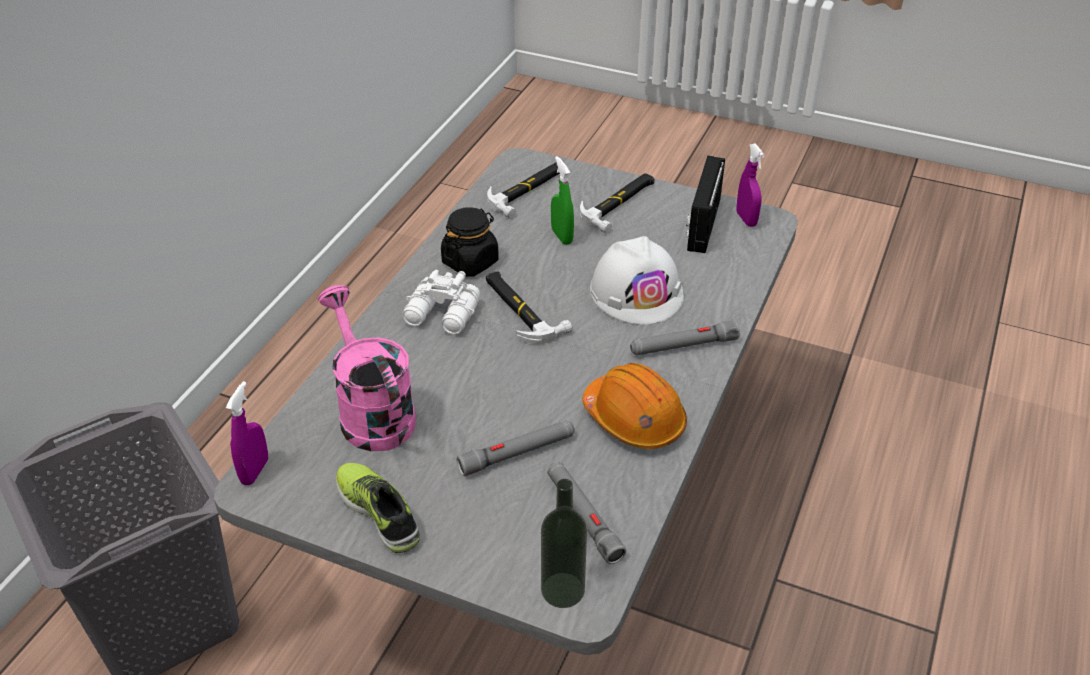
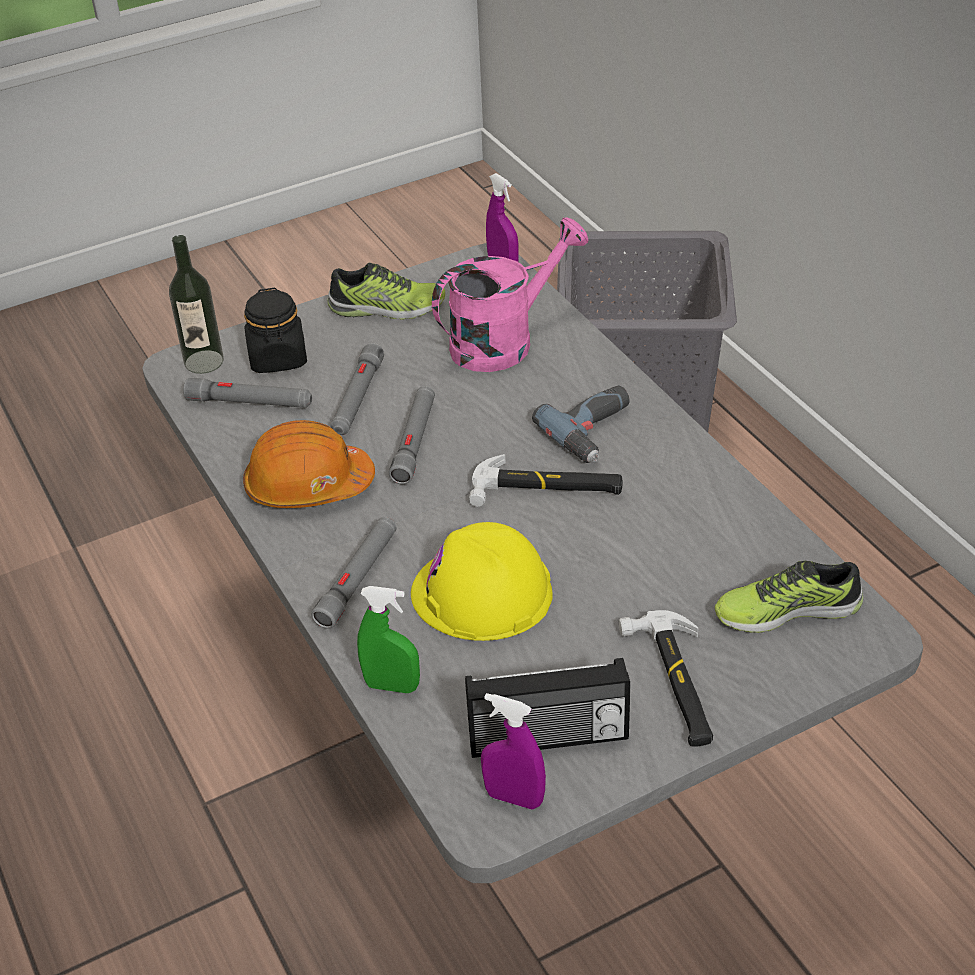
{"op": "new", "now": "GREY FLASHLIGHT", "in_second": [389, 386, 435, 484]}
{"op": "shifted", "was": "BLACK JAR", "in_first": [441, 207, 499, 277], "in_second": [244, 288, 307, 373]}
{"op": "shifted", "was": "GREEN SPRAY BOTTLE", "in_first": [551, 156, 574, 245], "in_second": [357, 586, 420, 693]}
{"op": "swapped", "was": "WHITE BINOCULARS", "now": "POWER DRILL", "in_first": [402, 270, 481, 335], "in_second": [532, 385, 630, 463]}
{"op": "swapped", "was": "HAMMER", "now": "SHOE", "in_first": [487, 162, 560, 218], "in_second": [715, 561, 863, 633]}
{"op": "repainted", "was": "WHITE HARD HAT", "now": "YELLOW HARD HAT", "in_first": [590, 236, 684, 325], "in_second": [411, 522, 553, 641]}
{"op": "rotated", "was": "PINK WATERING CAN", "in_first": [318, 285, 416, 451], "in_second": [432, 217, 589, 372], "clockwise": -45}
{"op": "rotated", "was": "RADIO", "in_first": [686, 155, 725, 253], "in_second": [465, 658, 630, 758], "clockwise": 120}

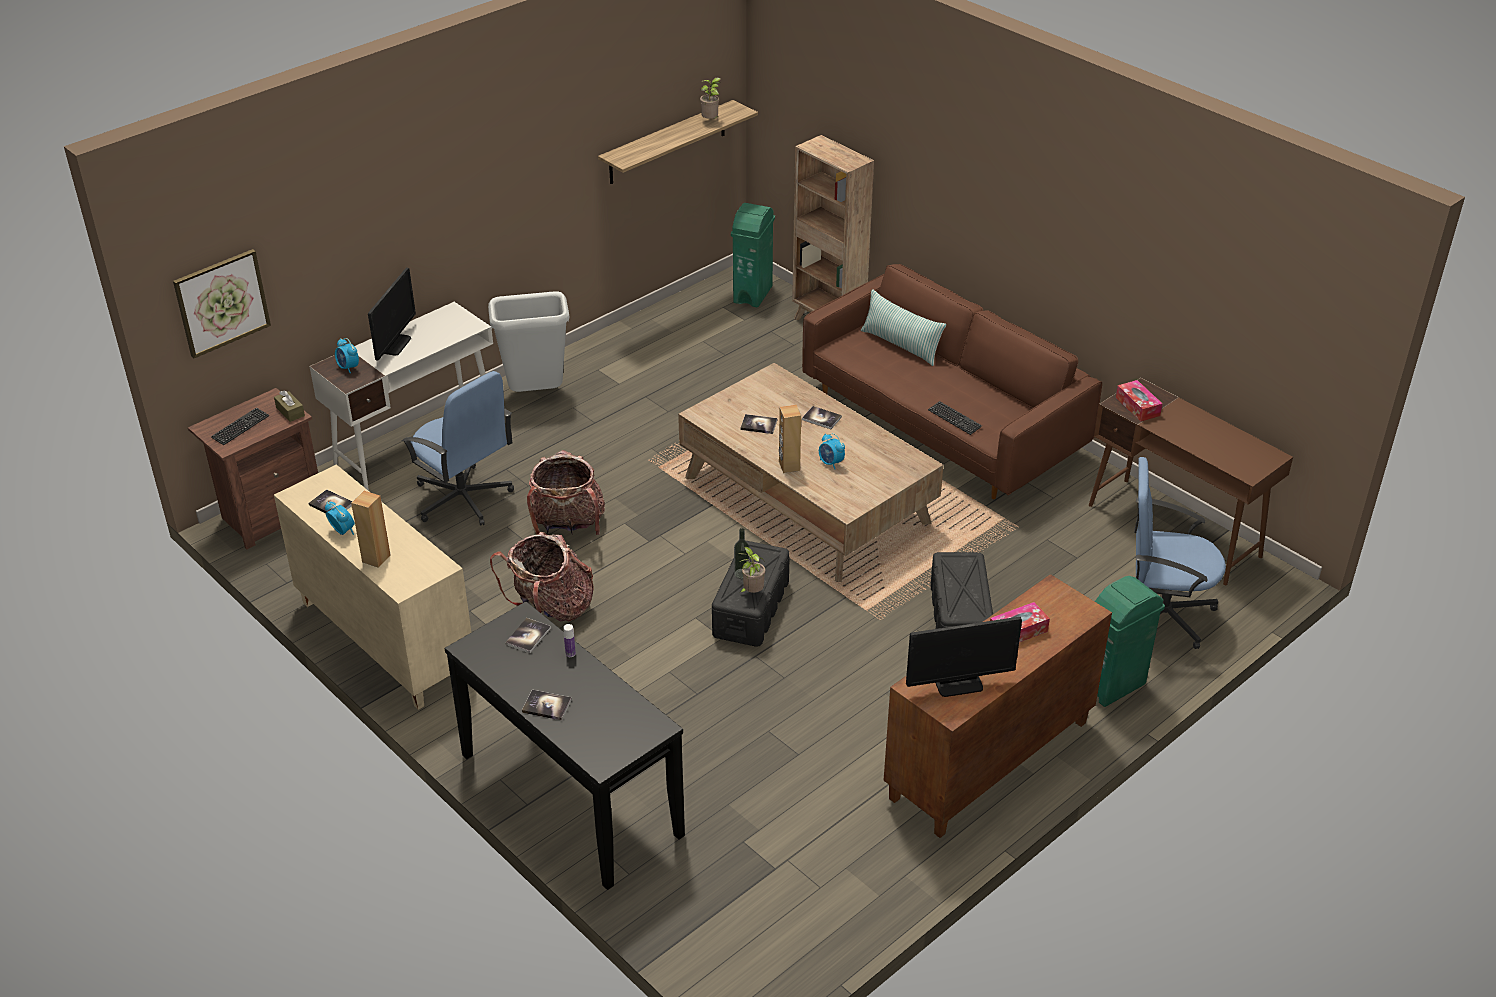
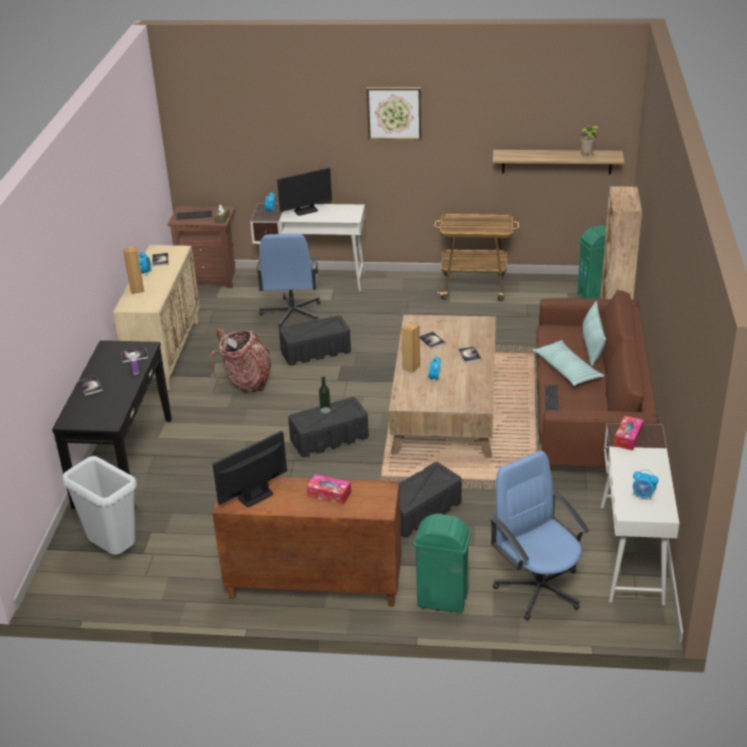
{"op": "gone", "was": "POTTED PLANT", "in_first": [737, 547, 765, 593]}
{"op": "new", "now": "CART", "in_second": [434, 214, 519, 301]}
{"op": "new", "now": "PILLOW", "in_second": [532, 340, 604, 386]}
{"op": "new", "now": "ALARM CLOCK", "in_second": [633, 469, 659, 500]}
{"op": "shifted", "was": "PICTURE", "in_first": [173, 249, 271, 358], "in_second": [366, 87, 422, 140]}
{"op": "shifted", "was": "GREY TRASH CAN", "in_first": [488, 291, 569, 392], "in_second": [62, 456, 137, 555]}
{"op": "swapped", "was": "BACKPACK", "now": "BLACK STORAGE BOX", "in_first": [527, 450, 605, 535], "in_second": [279, 315, 351, 366]}
{"op": "repainted", "was": "BROWN DESK", "now": "WHITE DESK", "in_first": [1089, 378, 1293, 585], "in_second": [601, 423, 679, 605]}
{"op": "rotated", "was": "MONITOR", "in_first": [906, 617, 1022, 697], "in_second": [213, 431, 287, 507], "clockwise": 105}

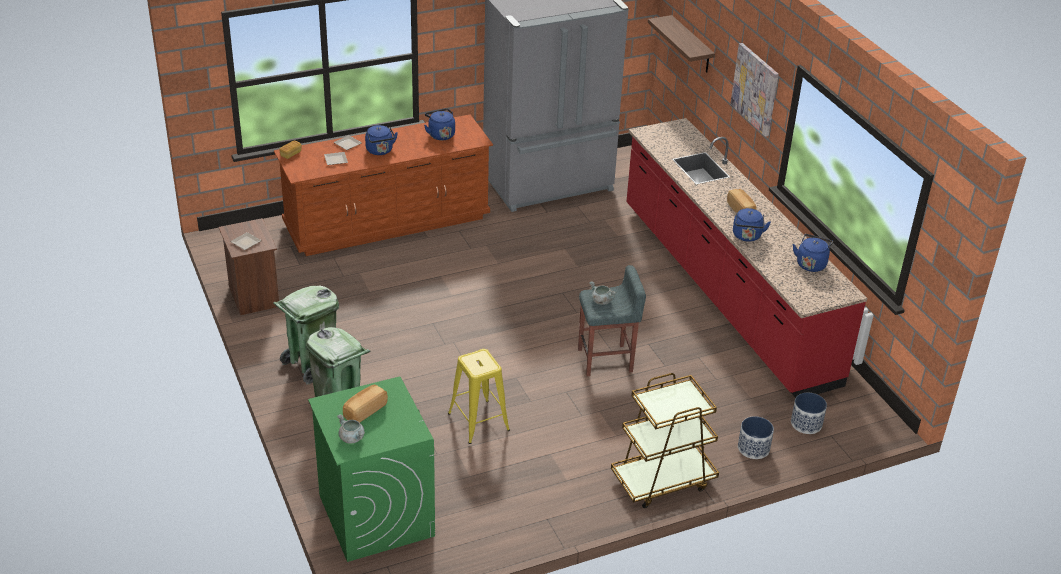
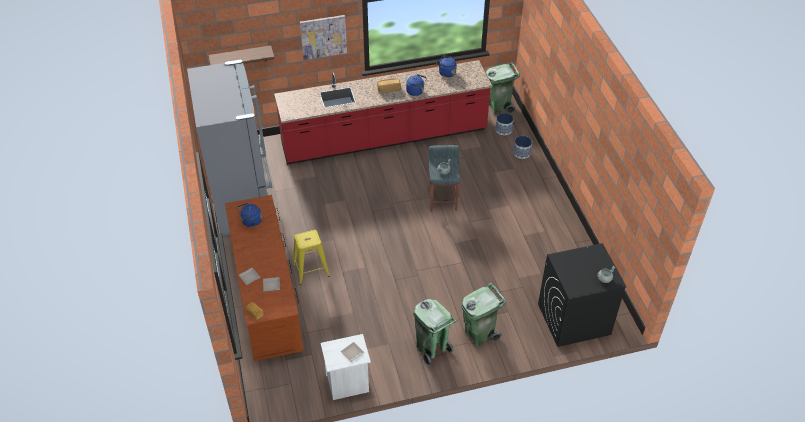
{"op": "gone", "was": "BREAD", "in_first": [343, 385, 388, 423]}
{"op": "gone", "was": "BLUE KETTLE", "in_first": [365, 125, 398, 155]}
{"op": "gone", "was": "BROWN CART", "in_first": [611, 373, 719, 508]}
{"op": "new", "now": "GREEN TRASH CAN", "in_second": [486, 62, 520, 115]}
{"op": "shifted", "was": "YELLOW STOOL", "in_first": [448, 349, 510, 444], "in_second": [293, 230, 330, 285]}
{"op": "repainted", "was": "BROWN NIGHTSTAND", "now": "WHITE NIGHTSTAND", "in_first": [219, 218, 279, 315], "in_second": [321, 334, 371, 400]}
{"op": "repainted", "was": "GREEN WASHING MACHINE", "now": "BLACK WASHING MACHINE", "in_first": [308, 376, 435, 562], "in_second": [538, 243, 627, 347]}

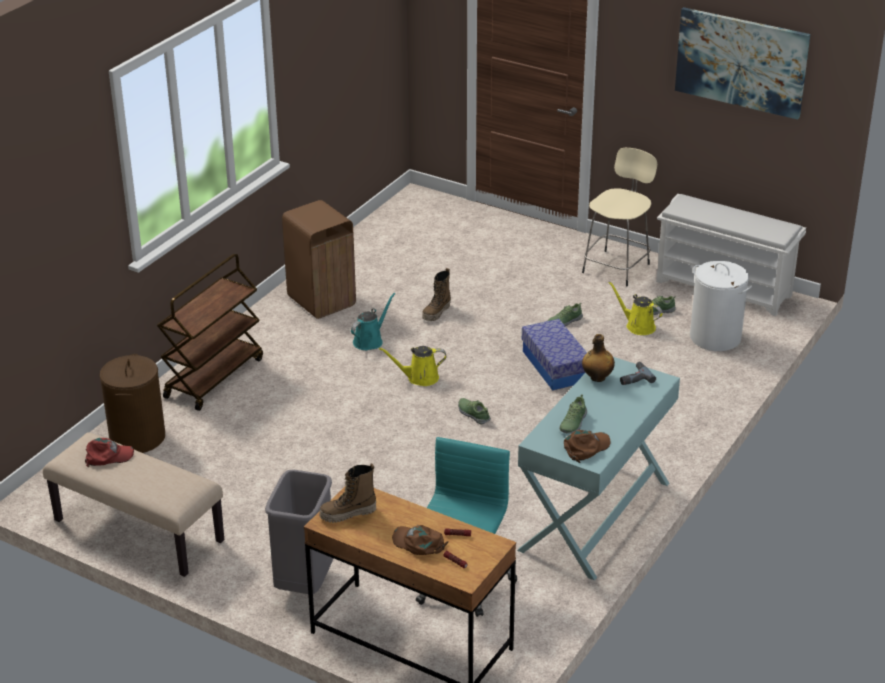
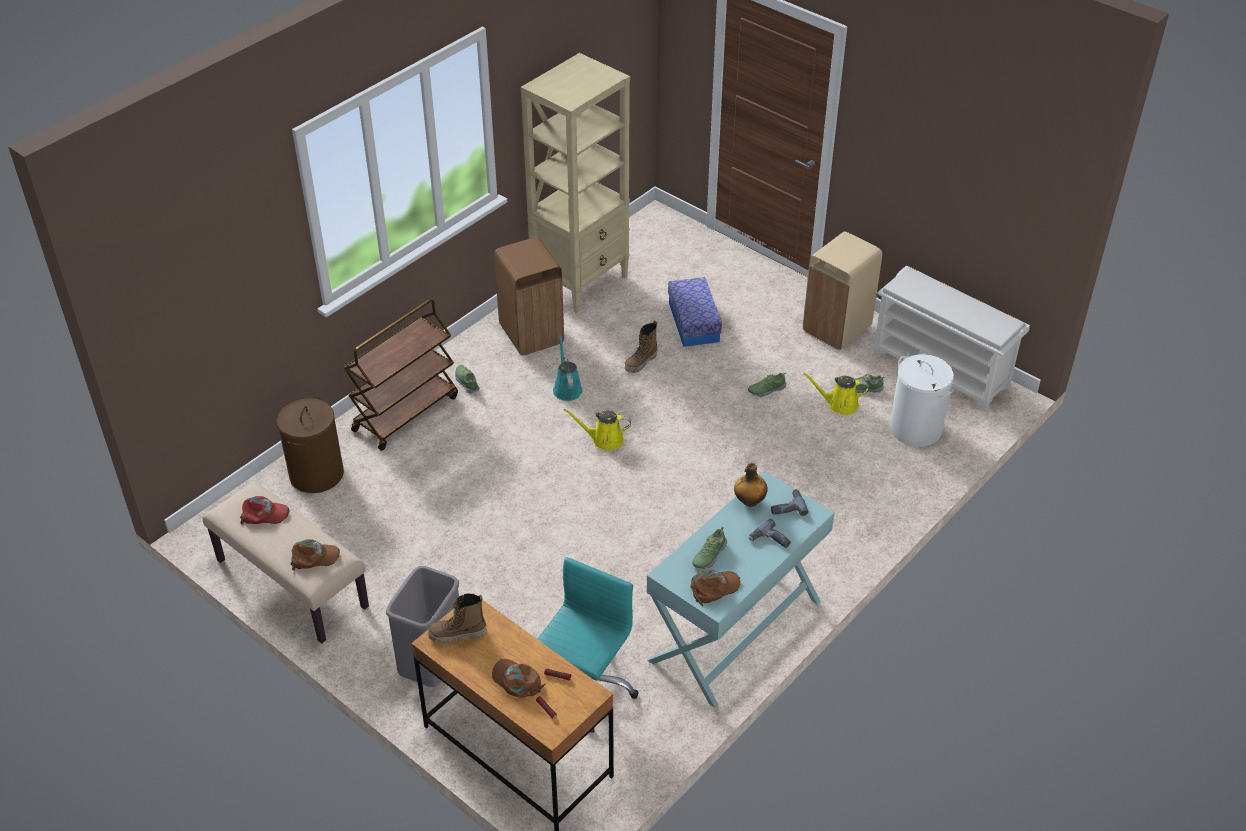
{"op": "gone", "was": "PICTURE", "in_first": [675, 7, 810, 120]}
{"op": "new", "now": "BROWN CAP", "in_second": [291, 539, 340, 571]}
{"op": "new", "now": "BEIGE BOOKCASE", "in_second": [521, 53, 630, 313]}
{"op": "new", "now": "POWER DRILL", "in_second": [749, 519, 791, 548]}
{"op": "shifted", "was": "SHOE", "in_first": [458, 398, 491, 424], "in_second": [455, 365, 480, 394]}
{"op": "shifted", "was": "STORAGE BOX", "in_first": [522, 319, 587, 390], "in_second": [668, 277, 722, 347]}
{"op": "swapped", "was": "BEIGE STOOL", "now": "BEIGE TRASH CAN", "in_first": [582, 148, 657, 287], "in_second": [803, 232, 882, 350]}
{"op": "rotated", "was": "TURQUOISE WATERING CAN", "in_first": [351, 293, 395, 350], "in_second": [553, 335, 583, 401], "clockwise": -60}
{"op": "rotated", "was": "YELLOW WATERING CAN", "in_first": [608, 281, 663, 335], "in_second": [803, 373, 869, 415], "clockwise": -45}

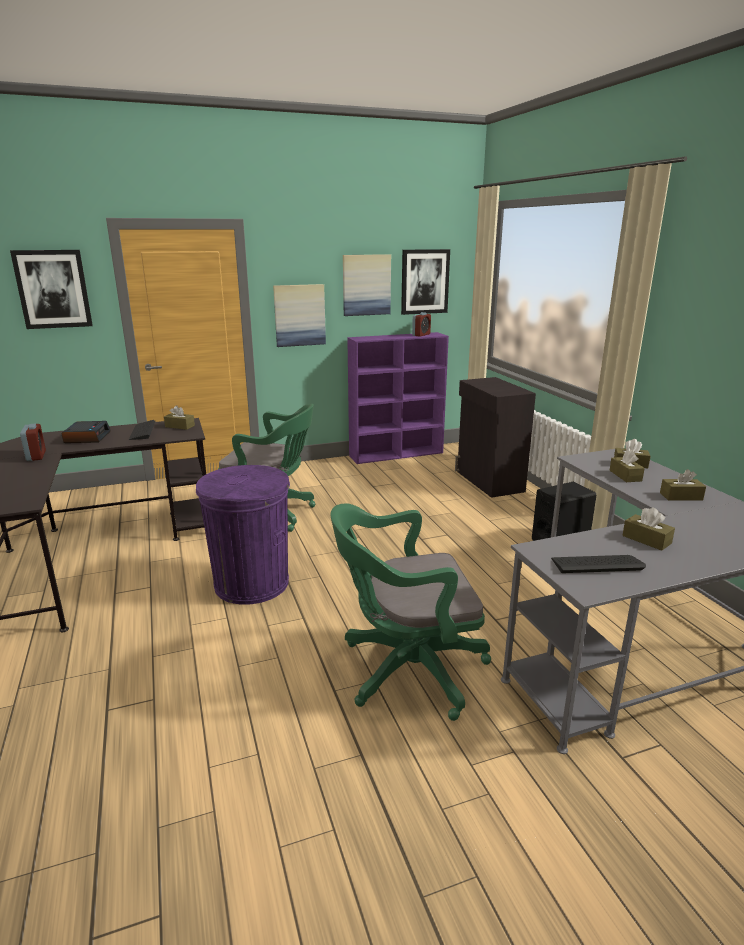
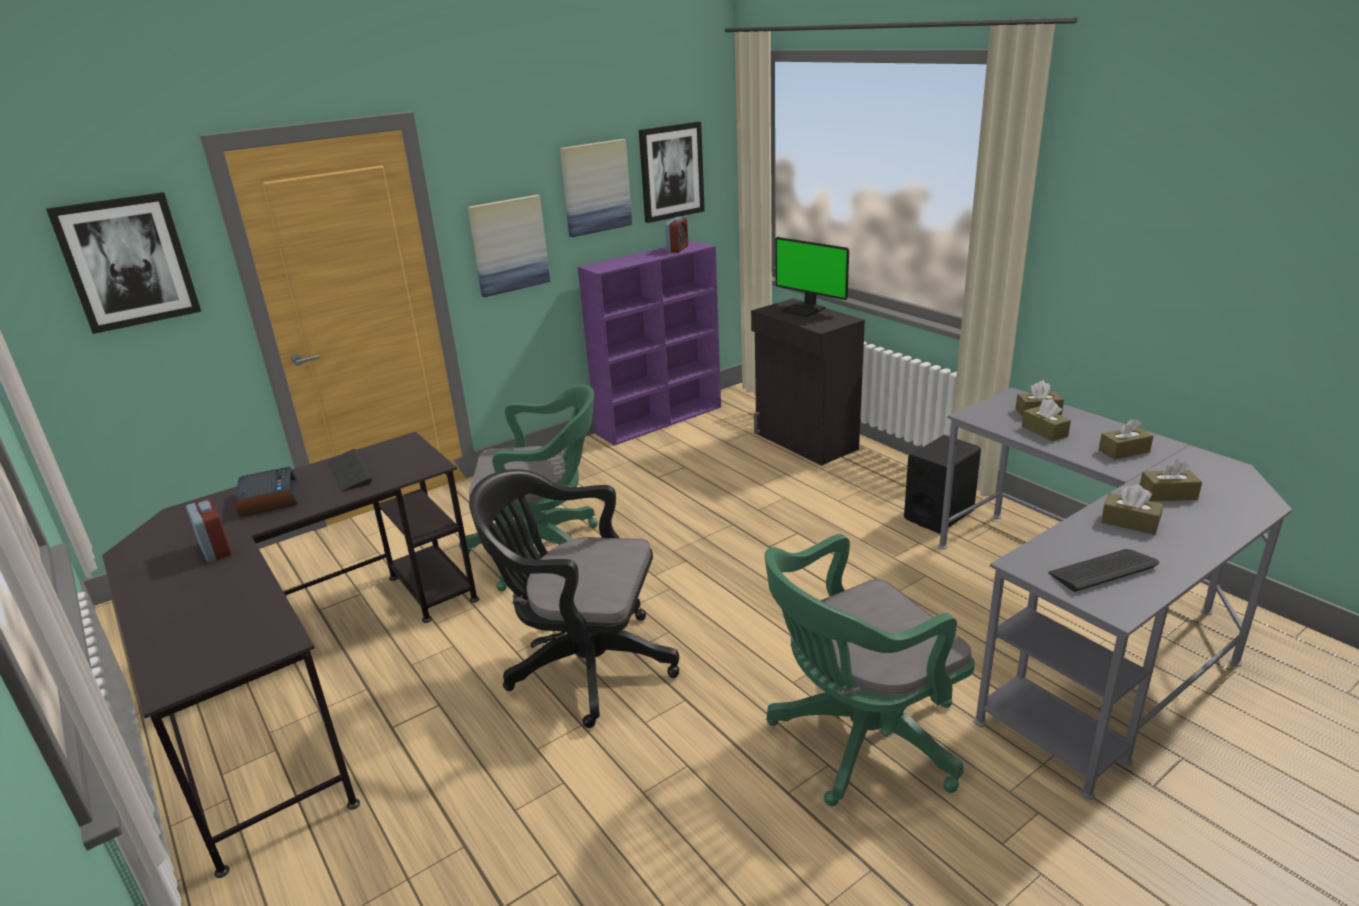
{"op": "new", "now": "MONITOR", "in_second": [775, 237, 849, 317]}
{"op": "shifted", "was": "BROWN TISSUE BOX", "in_first": [164, 405, 195, 430], "in_second": [1140, 460, 1202, 501]}
{"op": "swapped", "was": "PURPLE TRASH CAN", "now": "BLACK OFFICE CHAIR", "in_first": [196, 465, 290, 605], "in_second": [469, 469, 679, 728]}

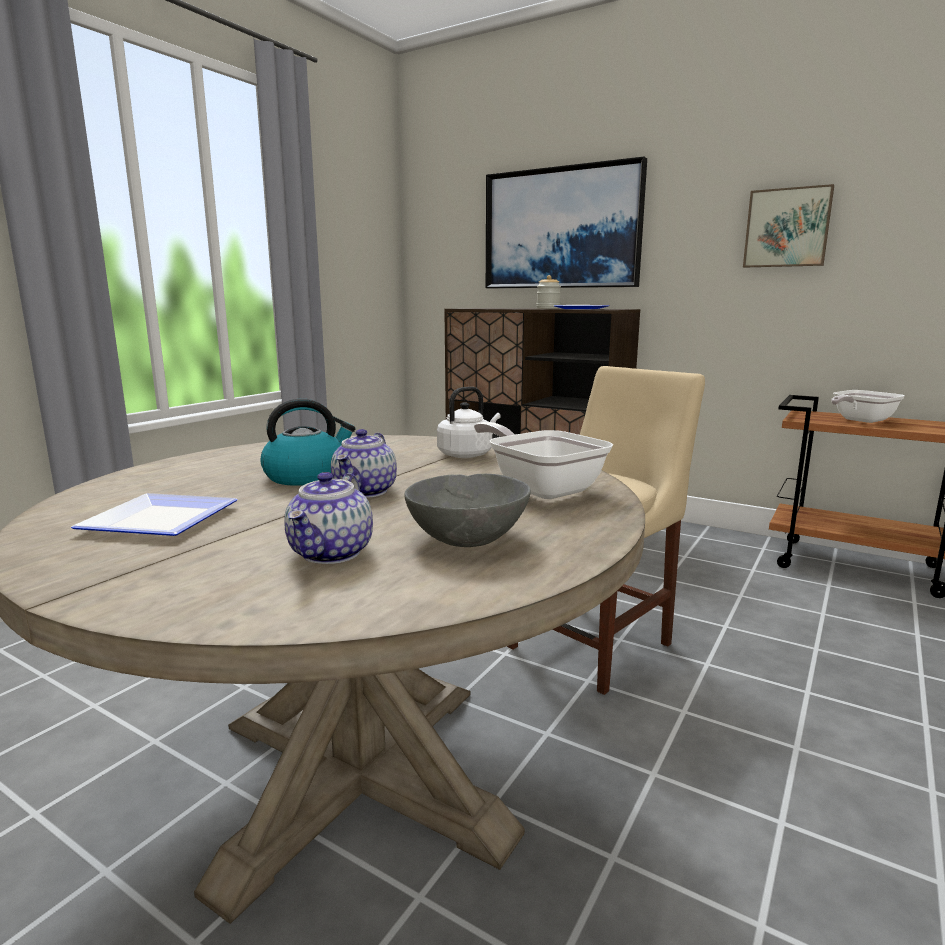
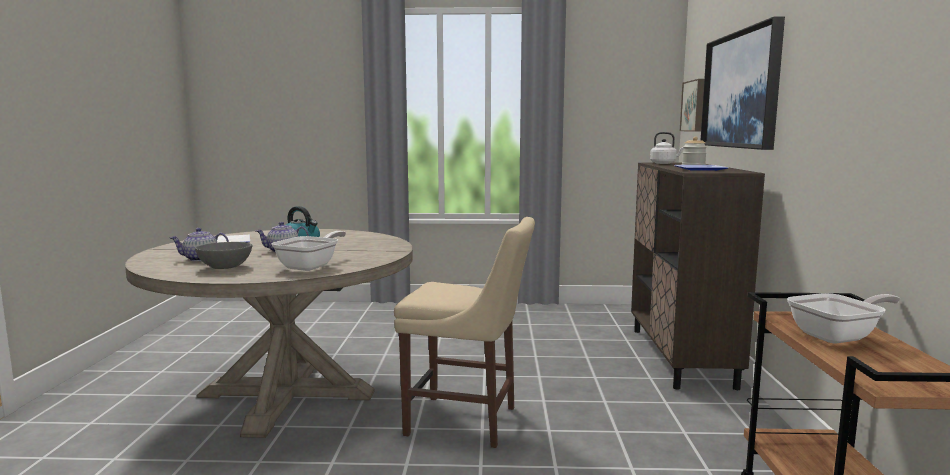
{"op": "shifted", "was": "WHITE KETTLE", "in_first": [437, 387, 501, 458], "in_second": [650, 132, 684, 164]}
{"op": "shifted", "was": "PICTURE", "in_first": [743, 184, 834, 268], "in_second": [680, 79, 704, 131]}
{"op": "rotated", "was": "FRYING PAN", "in_first": [831, 390, 905, 423], "in_second": [787, 293, 900, 344], "clockwise": 135}

